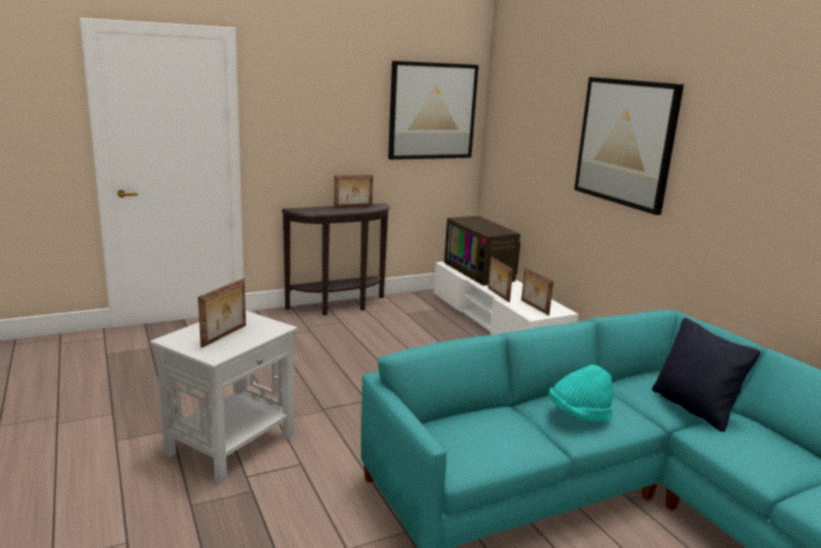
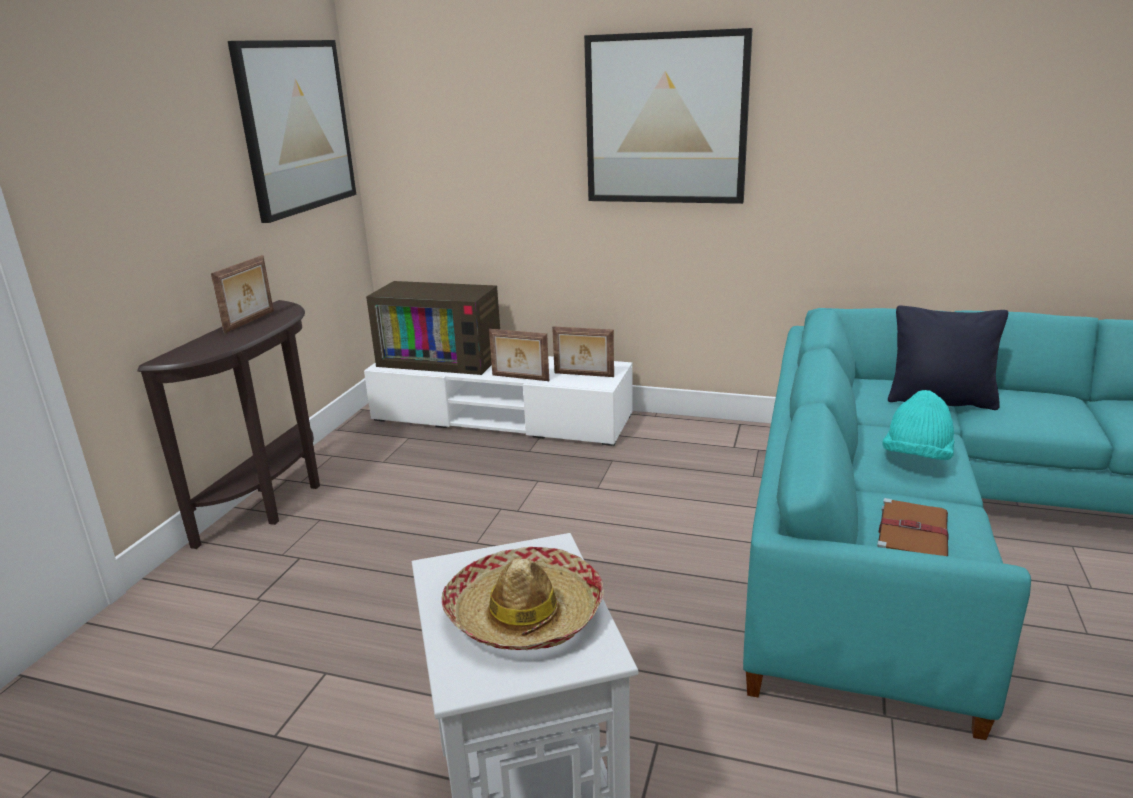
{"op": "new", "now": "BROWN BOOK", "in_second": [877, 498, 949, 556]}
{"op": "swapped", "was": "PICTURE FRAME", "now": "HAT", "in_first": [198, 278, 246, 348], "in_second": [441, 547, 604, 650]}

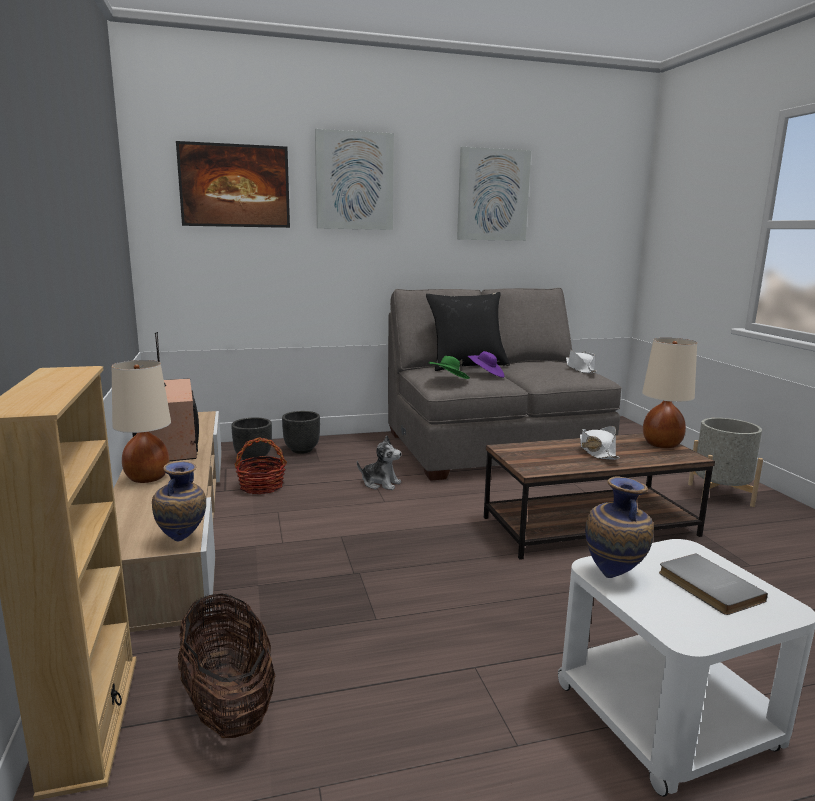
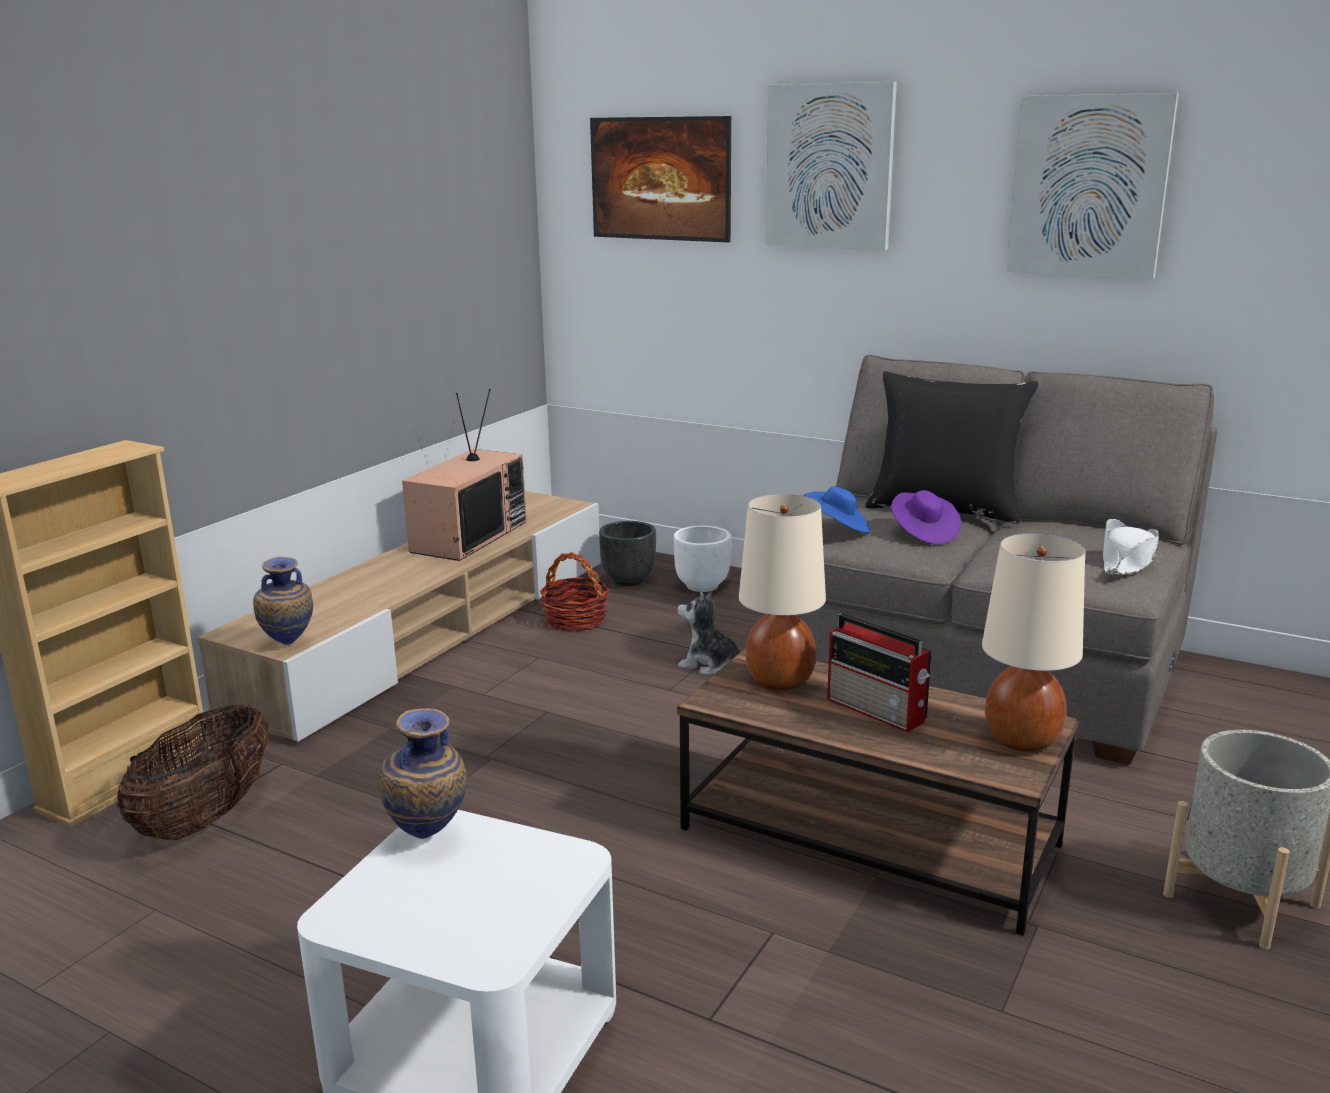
{"op": "gone", "was": "GREY BOOK", "in_first": [659, 554, 768, 615]}
{"op": "shifted", "was": "BEIGE TABLE LAMP", "in_first": [112, 360, 171, 483], "in_second": [739, 494, 826, 691]}
{"op": "swapped", "was": "WHITE HAT", "now": "RADIO", "in_first": [580, 426, 620, 460], "in_second": [827, 613, 932, 732]}
{"op": "repainted", "was": "BLACK PLANTER", "now": "WHITE PLANTER", "in_first": [282, 411, 320, 454], "in_second": [674, 525, 731, 592]}
{"op": "repainted", "was": "GREEN HAT", "now": "BLUE HAT", "in_first": [429, 356, 470, 379], "in_second": [803, 486, 871, 533]}
{"op": "rotated", "was": "PLUSH TOY", "in_first": [357, 436, 402, 490], "in_second": [677, 591, 746, 675], "clockwise": 135}

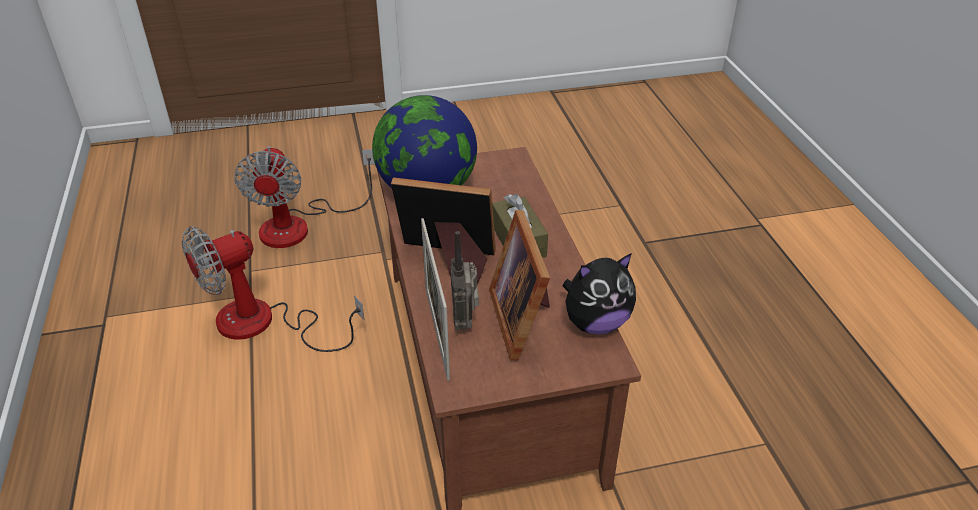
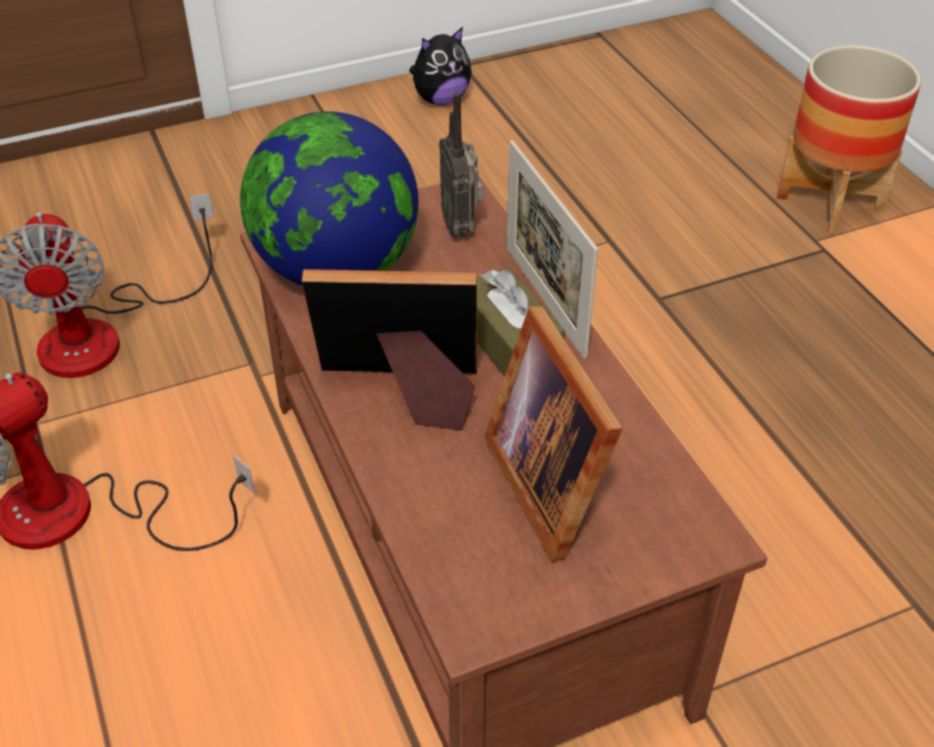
{"op": "new", "now": "PLANTER", "in_second": [777, 45, 921, 235]}
{"op": "shifted", "was": "PICTURE FRAME", "in_first": [421, 218, 450, 381], "in_second": [506, 140, 598, 359]}
{"op": "shifted", "was": "RADIO", "in_first": [450, 231, 479, 331], "in_second": [439, 92, 484, 238]}
{"op": "shifted", "was": "PLUSH TOY", "in_first": [562, 253, 636, 334], "in_second": [409, 27, 472, 105]}

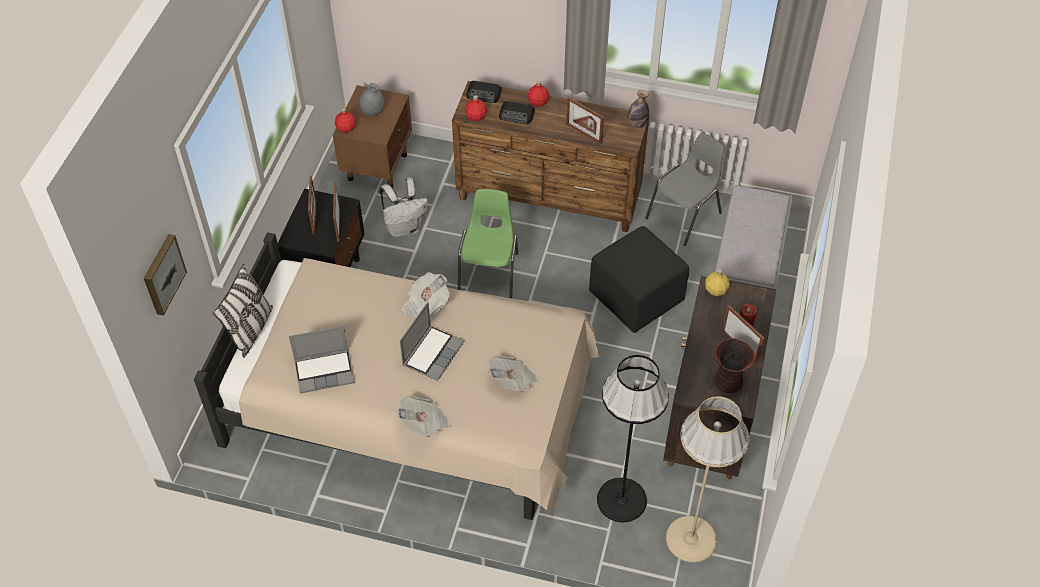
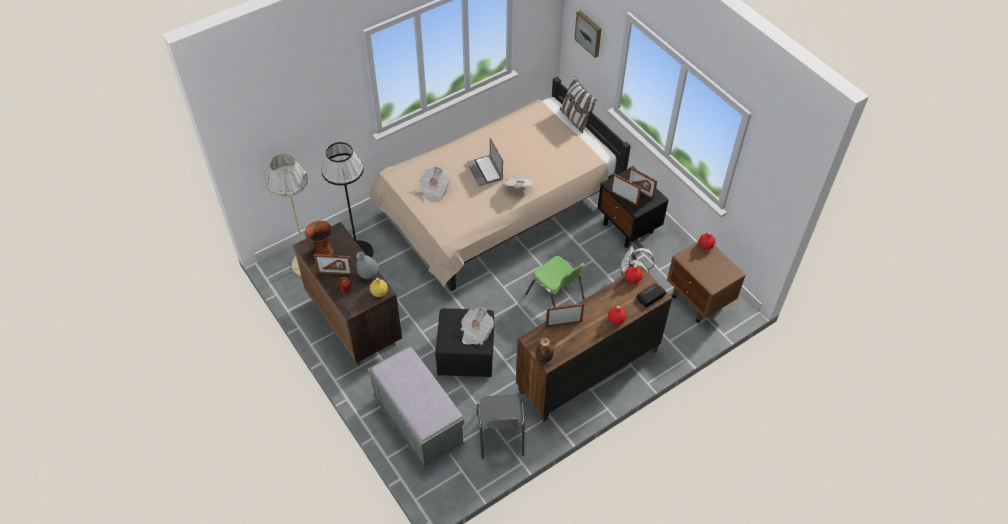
{"op": "gone", "was": "LAPTOP", "in_first": [289, 326, 354, 394]}
{"op": "gone", "was": "RADIO", "in_first": [499, 101, 535, 124]}
{"op": "shifted", "was": "GREY VASE", "in_first": [359, 83, 385, 116], "in_second": [356, 251, 378, 279]}
{"op": "shifted", "was": "NEWSPAPER", "in_first": [396, 396, 451, 437], "in_second": [461, 307, 494, 345]}

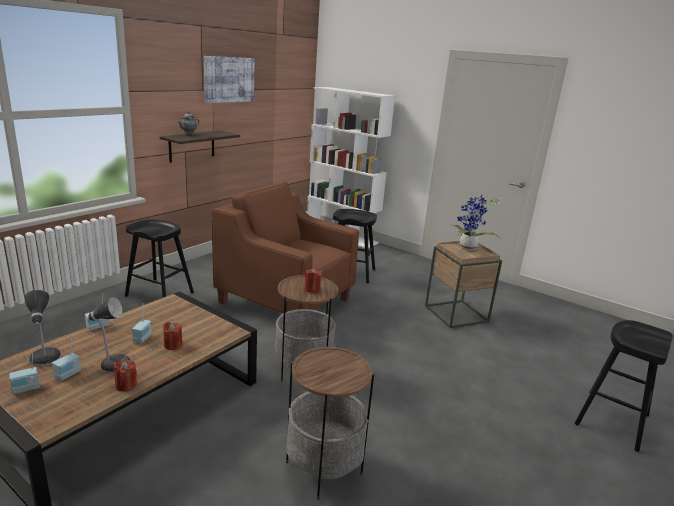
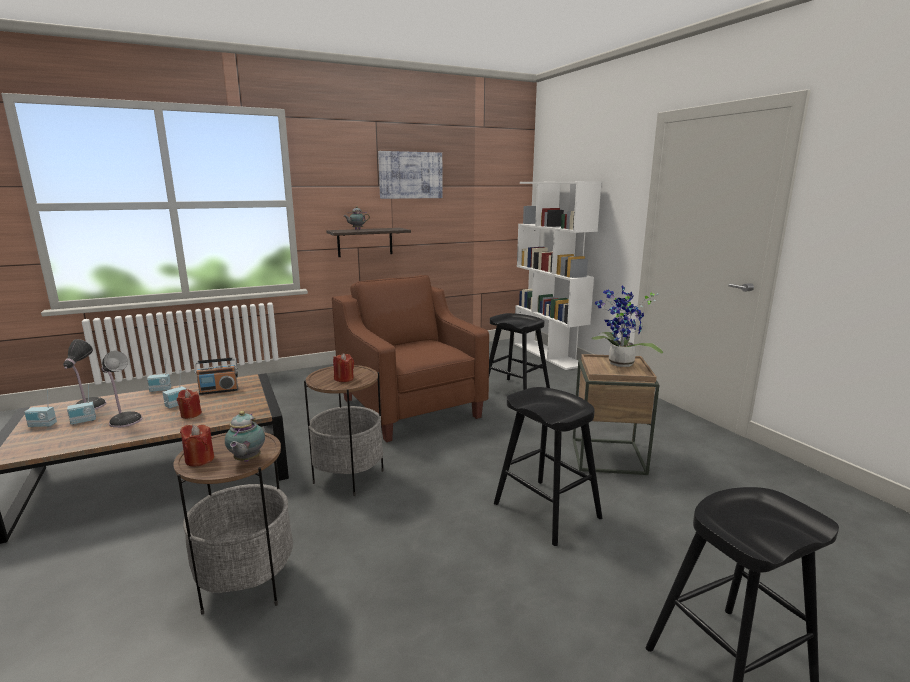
{"op": "new", "now": "RADIO", "in_second": [194, 357, 238, 395]}
{"op": "new", "now": "TEAPOT", "in_second": [225, 411, 265, 462]}
{"op": "shifted", "was": "RED CANDLE", "in_first": [114, 359, 137, 392], "in_second": [180, 424, 214, 467]}
{"op": "shifted", "was": "BLACK STOOL", "in_first": [125, 219, 194, 297], "in_second": [494, 387, 602, 546]}

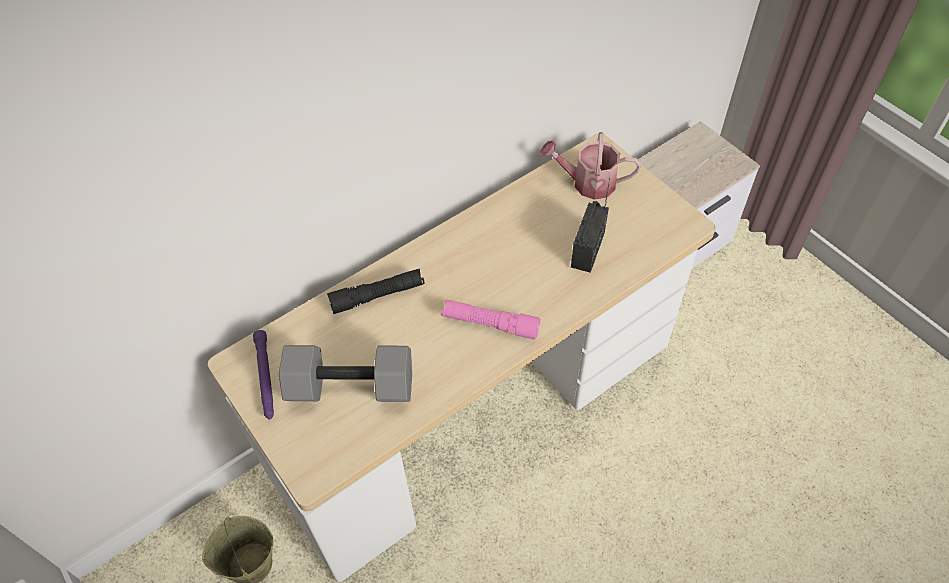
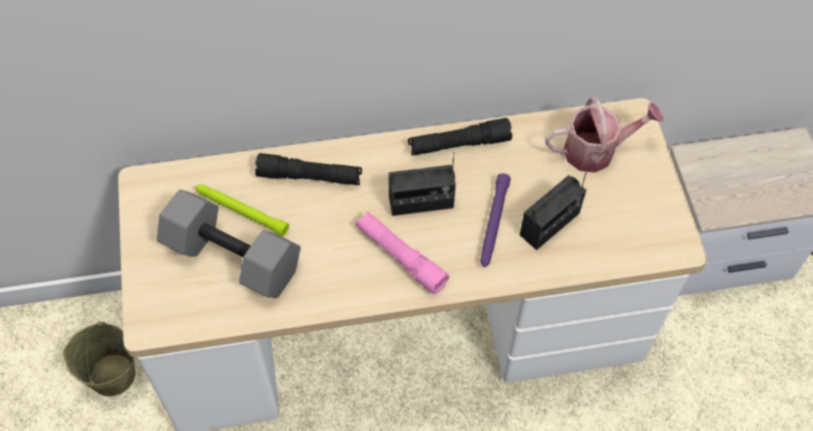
{"op": "new", "now": "GREEN FLASHLIGHT", "in_second": [195, 184, 289, 236]}
{"op": "new", "now": "RADIO", "in_second": [388, 152, 456, 216]}
{"op": "new", "now": "BLACK FLASHLIGHT", "in_second": [408, 118, 512, 155]}
{"op": "shifted", "was": "PURPLE FLASHLIGHT", "in_first": [253, 330, 274, 419], "in_second": [480, 173, 511, 267]}
{"op": "rotated", "was": "WATERING CAN", "in_first": [540, 132, 641, 200], "in_second": [545, 97, 664, 173], "clockwise": 135}

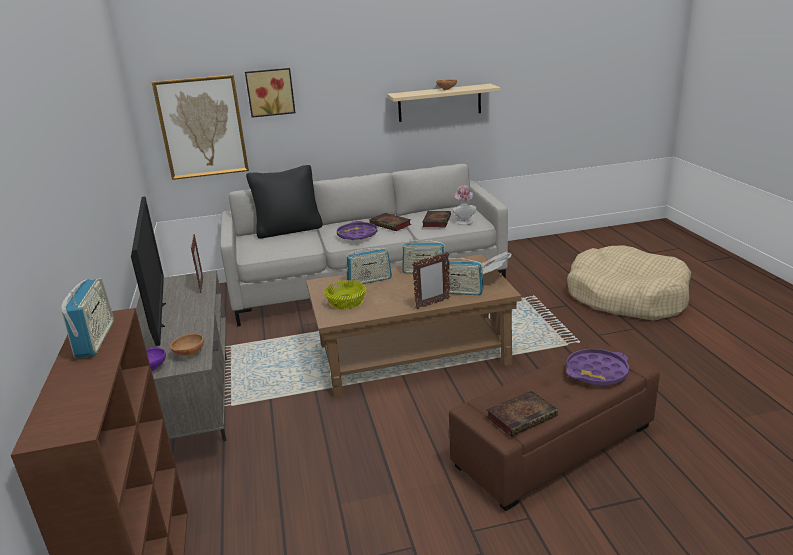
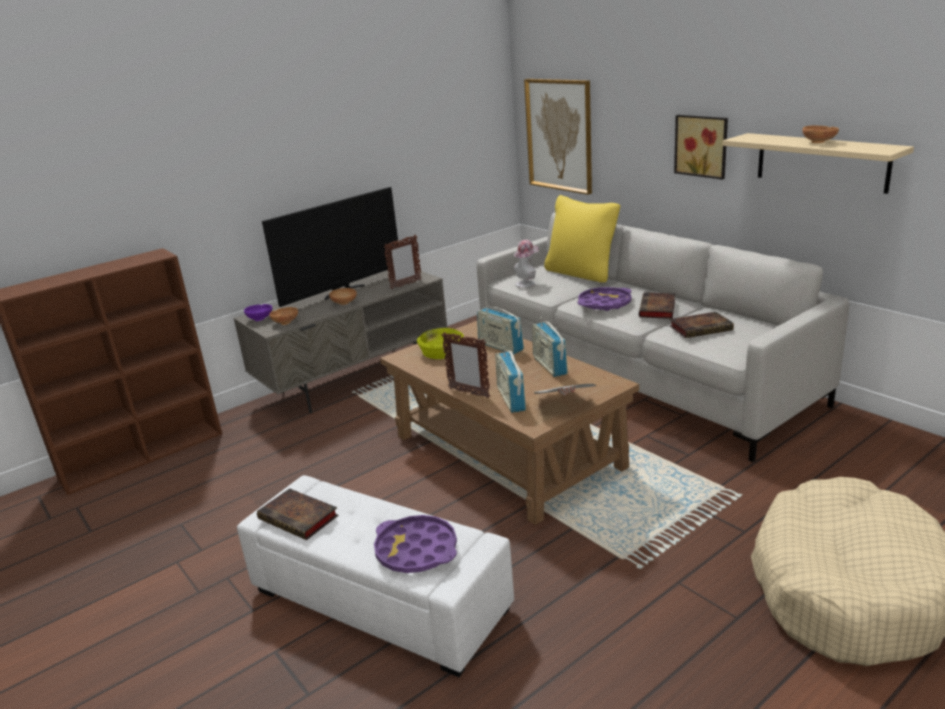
{"op": "gone", "was": "RADIO", "in_first": [61, 278, 114, 358]}
{"op": "new", "now": "BROWN BOWL", "in_second": [329, 288, 357, 305]}
{"op": "shifted", "was": "PICTURE", "in_first": [245, 68, 295, 118], "in_second": [674, 115, 728, 180]}
{"op": "shifted", "was": "HAT", "in_first": [452, 185, 476, 225], "in_second": [514, 240, 539, 288]}
{"op": "repainted", "was": "BLACK PILLOW", "now": "YELLOW PILLOW", "in_first": [246, 165, 323, 239], "in_second": [544, 195, 620, 283]}
{"op": "repainted", "was": "BROWN OTTOMAN", "now": "WHITE OTTOMAN", "in_first": [449, 341, 660, 511], "in_second": [237, 475, 514, 677]}

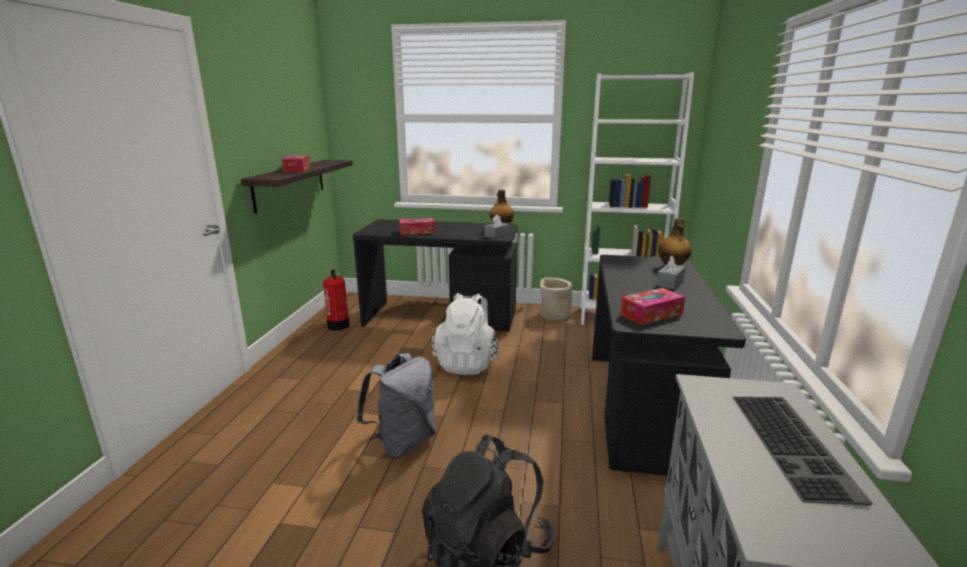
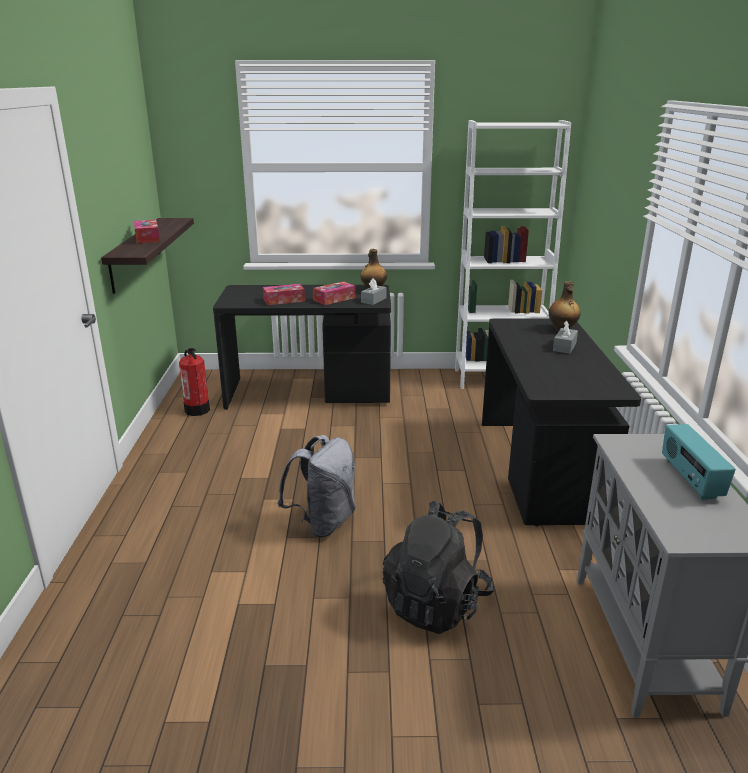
{"op": "gone", "was": "WHITE BACKPACK", "in_first": [432, 293, 501, 375]}
{"op": "gone", "was": "BEIGE PLANTER", "in_first": [540, 277, 573, 320]}
{"op": "shifted", "was": "TISSUE BOX", "in_first": [620, 288, 685, 325], "in_second": [313, 281, 355, 305]}
{"op": "swapped", "was": "KEYBOARD", "now": "RADIO", "in_first": [732, 397, 873, 506], "in_second": [662, 424, 736, 500]}

